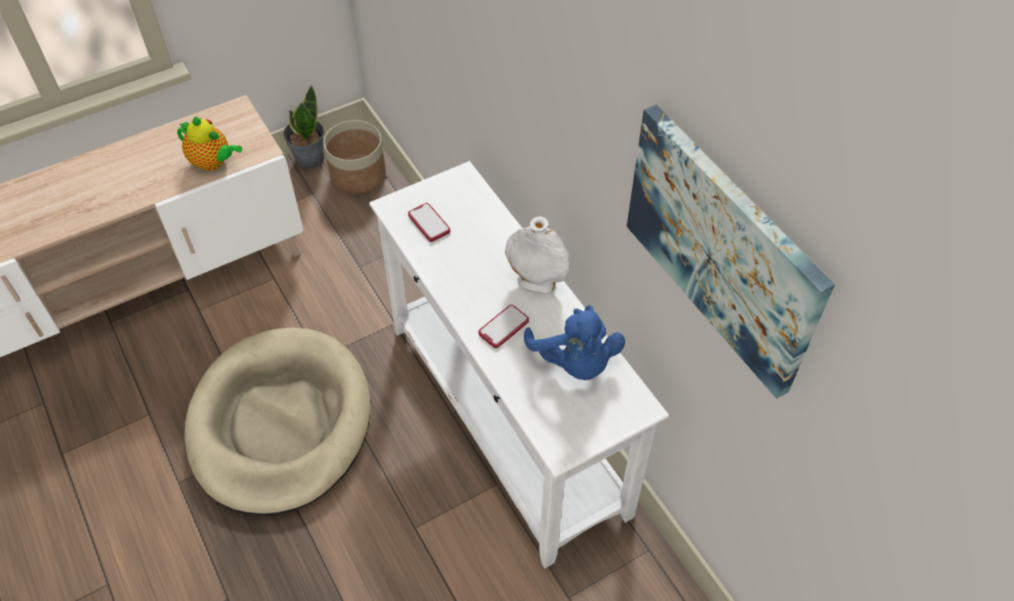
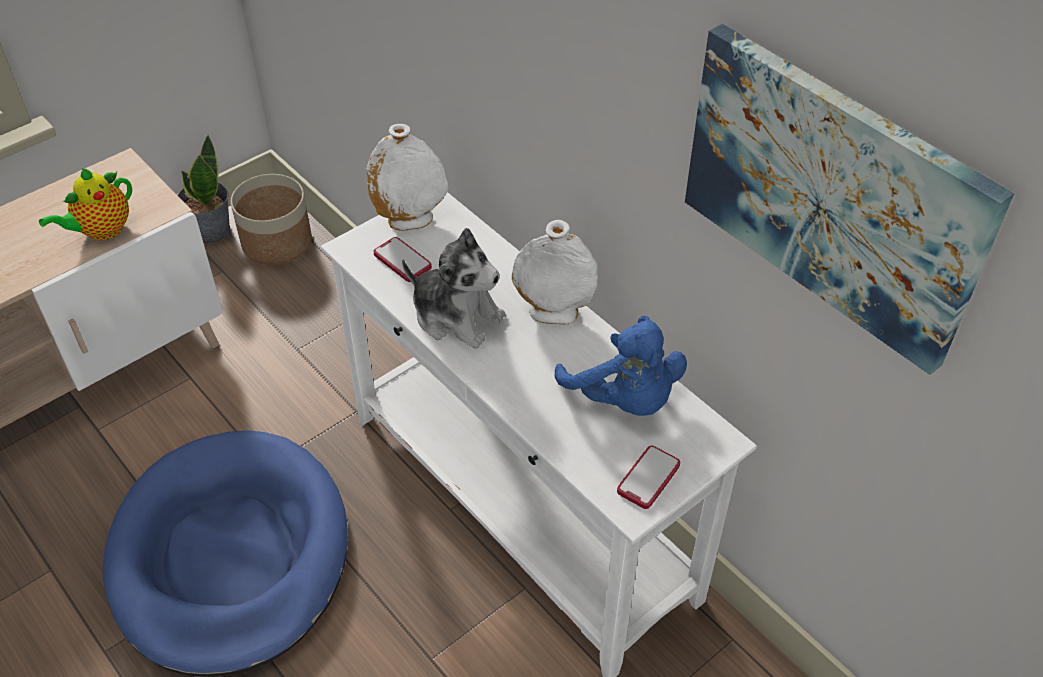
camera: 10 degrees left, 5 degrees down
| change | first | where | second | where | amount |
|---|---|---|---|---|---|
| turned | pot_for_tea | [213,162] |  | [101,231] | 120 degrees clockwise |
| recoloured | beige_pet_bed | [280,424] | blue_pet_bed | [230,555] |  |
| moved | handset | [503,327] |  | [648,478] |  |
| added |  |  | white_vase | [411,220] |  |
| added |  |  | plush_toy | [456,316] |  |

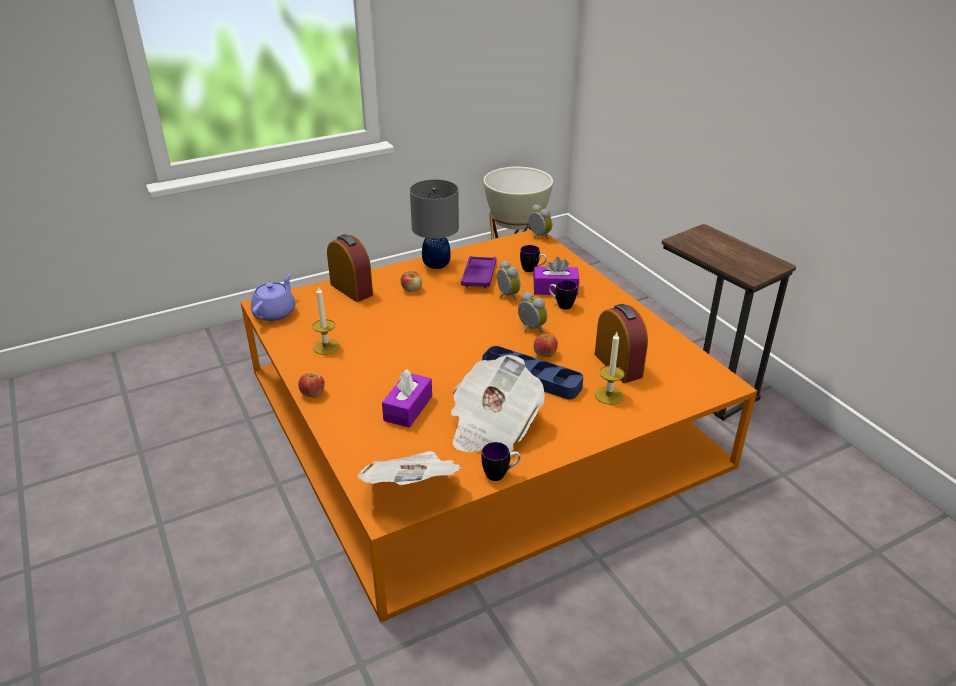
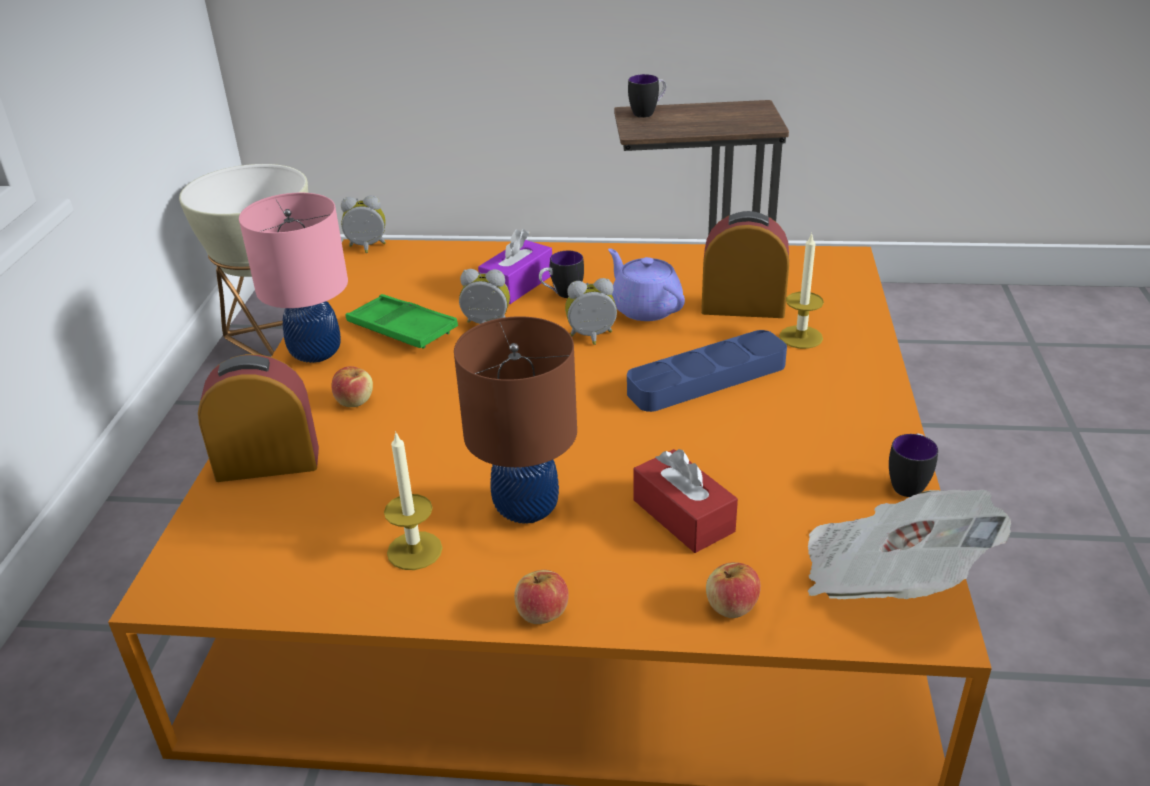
camera: 55 degrees left, 0 degrees up
| change | first | where | second | where | amount |
|---|---|---|---|---|---|
| moved | purple-coloured_pot_for_tea | [275,312] |  | [645,308] |  |
| recoloured | purple-coloured_tissue_holder | [408,408] | reddish_tissue_holder | [683,516] |  |
| recoloured | gray_table_lamp | [437,264] | pink-coloured_table_lamp | [317,353] |  |
| removed | daily_paper | [492,426] |  |  |  |
| recoloured | purple-coloured_carrying_tray | [479,276] | green_carrying_tray | [402,329] |  |
| moved | tea_mug | [532,270] |  | [648,113] |  |
| moved | apple_fruit | [544,353] |  | [731,606] |  |
| added |  |  | brown-coloured_table_lamp | [528,507] |  |

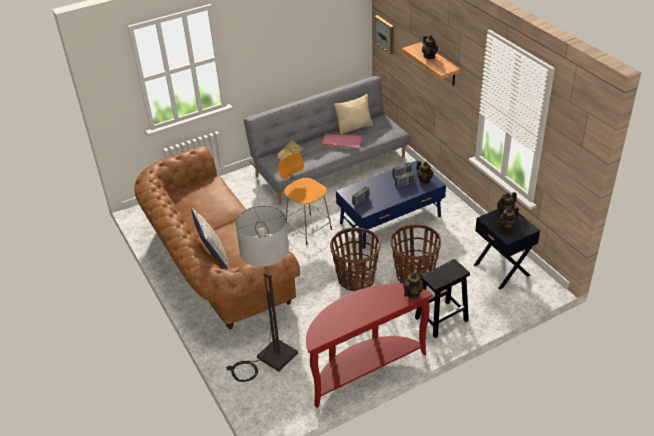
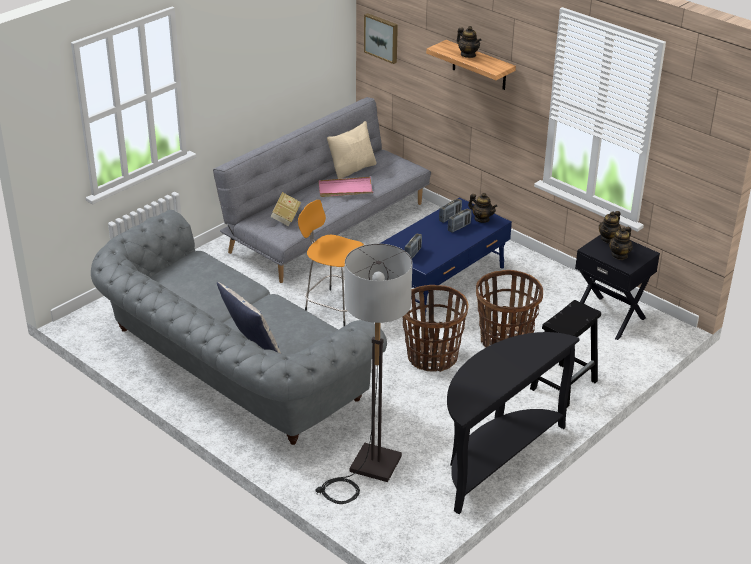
camera: 20 degrees left, 5 degrees down
| change | first | where | second | where | amount |
|---|---|---|---|---|---|
| recoloured | brown-coloured_sofa | [214,263] | gray_sofa | [227,369] |  |
| recoloured | reddish_narrow_table | [363,369] | blackish_narrow_table | [495,458] |  |
| removed | pot_for_tea | [412,293] |  |  |  |

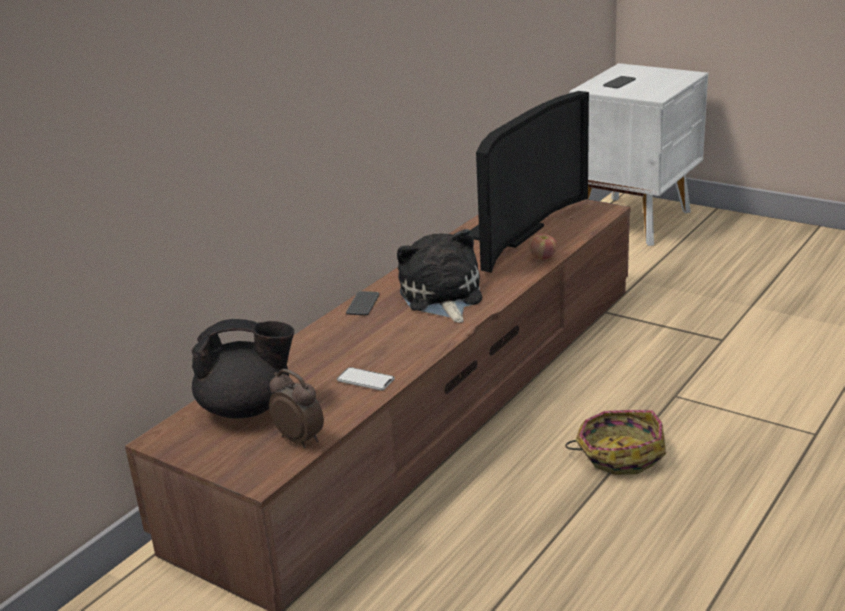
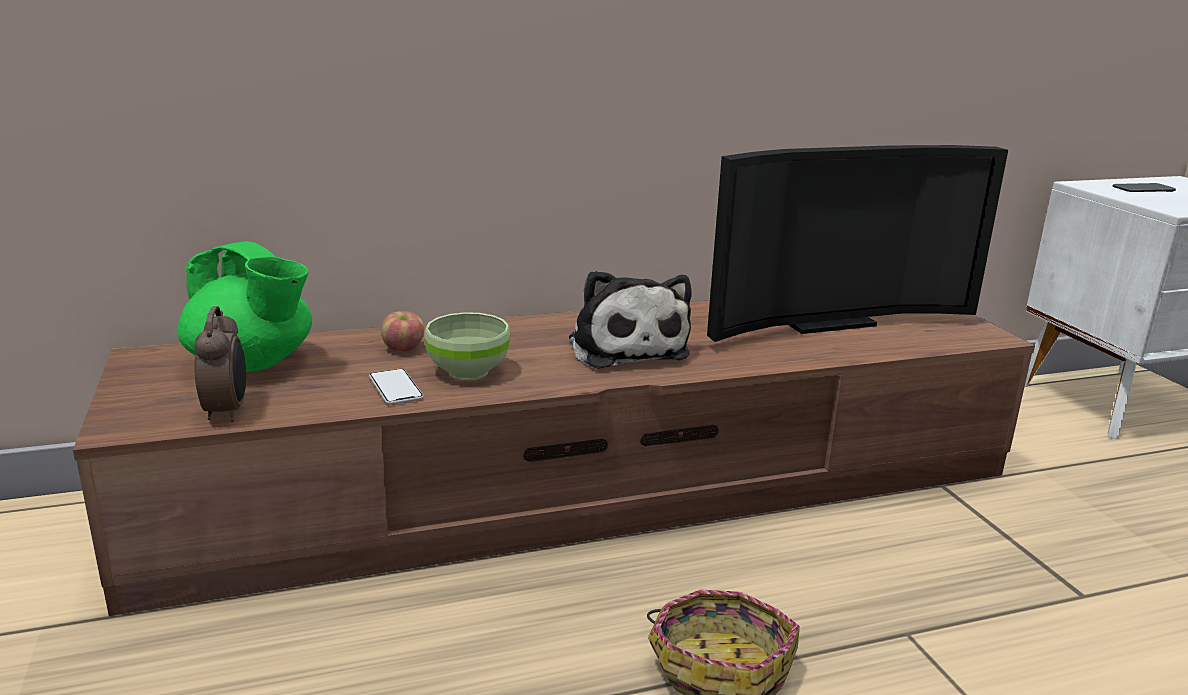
camera: 35 degrees right, 5 degrees down
| change | first | where | second | where | amount |
|---|---|---|---|---|---|
| recoloured | blackish_pot_for_tea | [247,408] | green_pot_for_tea | [252,364] |  |
| removed | handset | [363,304] |  |  |  |
| turned | plush_toy | [441,297] |  | [626,347] | 135 degrees clockwise |
| moved | apple_fruit | [543,257] |  | [403,349] |  |
| added |  |  | green_serving_bowl | [470,371] |  |

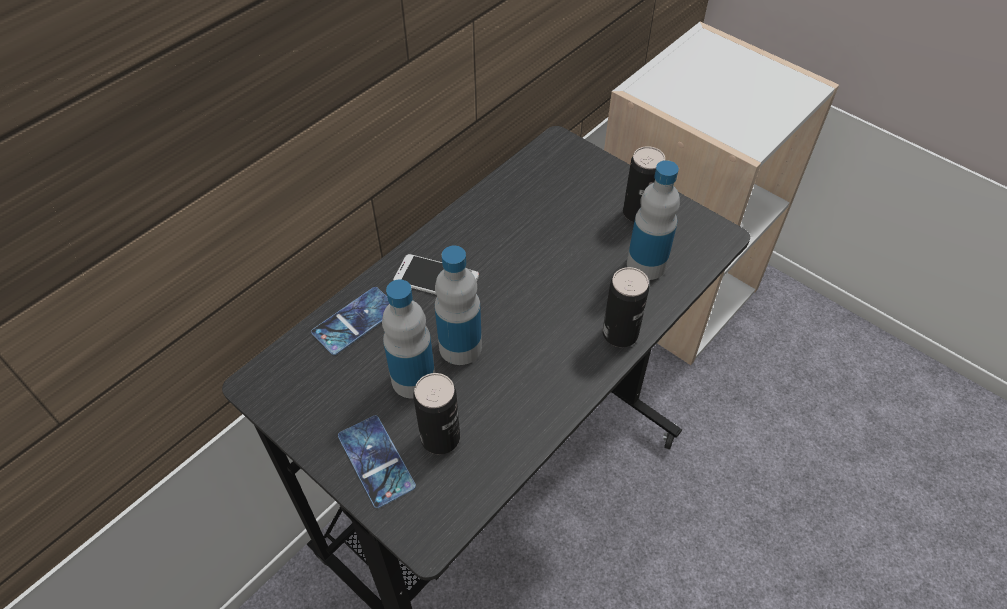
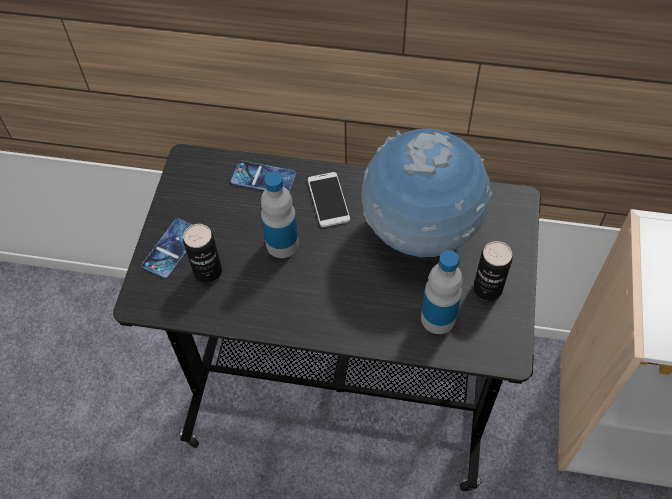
camera: 60 degrees right, 5 degrees up
| change | first | where | second | where | amount |
|---|---|---|---|---|---|
| removed | beverage_bottle | [413,379] |  |  |  |
| removed | can | [620,333] |  |  |  |
| added |  |  | world_globe | [420,233] |  |

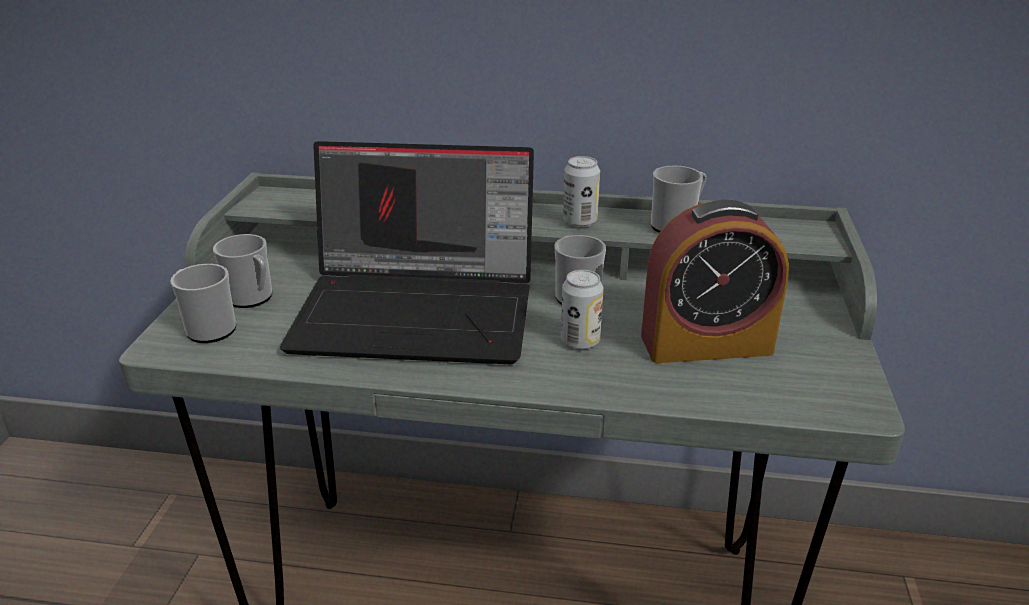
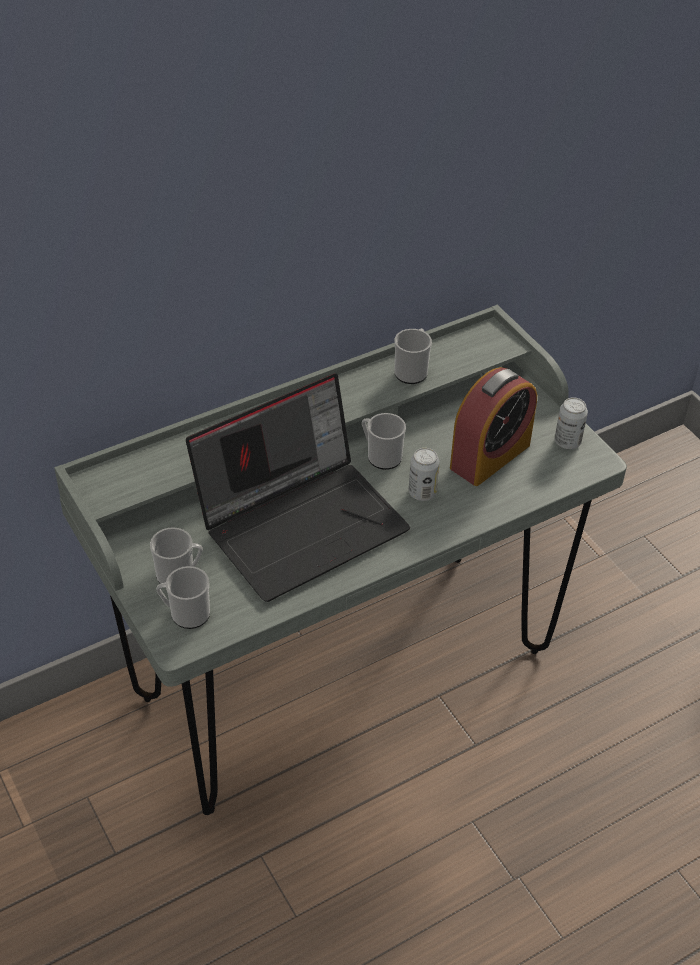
camera: 40 degrees left, 15 degrees up
| change | first | where | second | where | amount |
|---|---|---|---|---|---|
| moved | can | [580,221] |  | [567,442] |  |

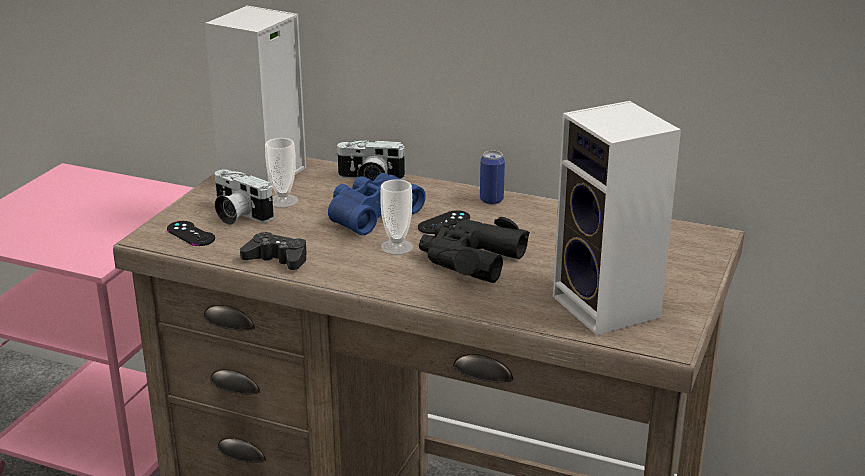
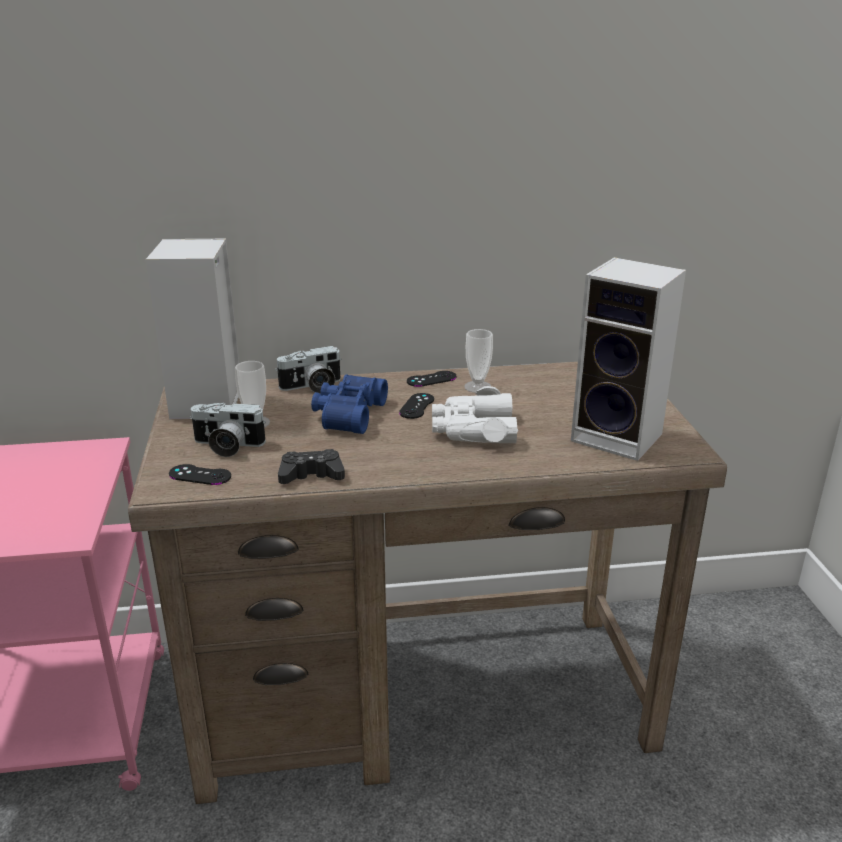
camera: 30 degrees left, 0 degrees up
| change | first | where | second | where | amount |
|---|---|---|---|---|---|
| moved | cup | [397,247] |  | [477,387] |  |
| recoloured | blackish_field_glasses | [470,259] | white_field_glasses | [473,429] |  |
| replaced | can | [491,200] | blackish_gamepad | [431,379] |  |

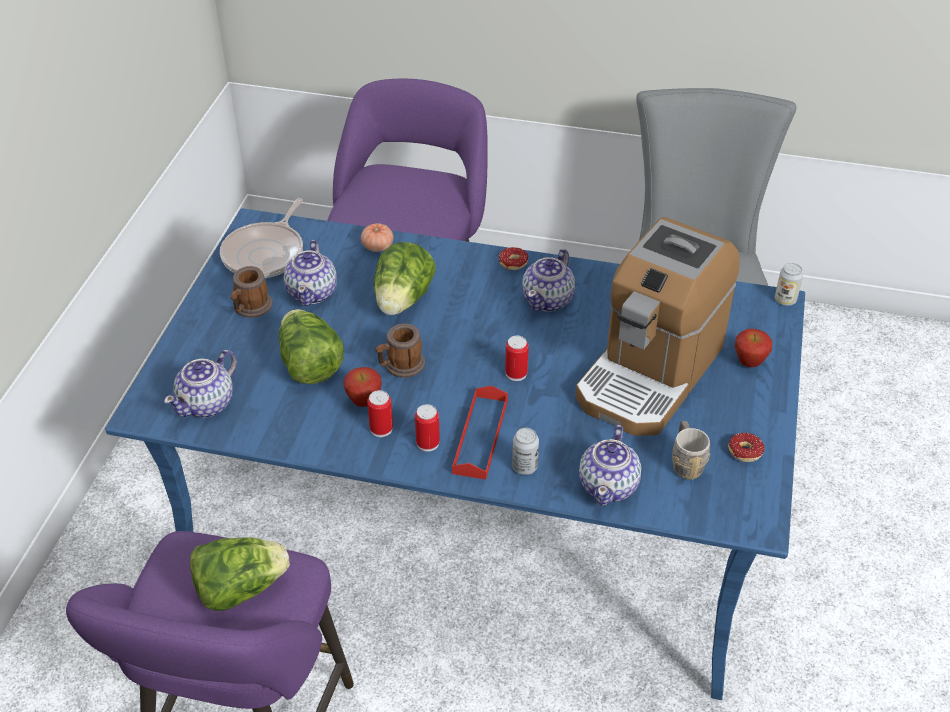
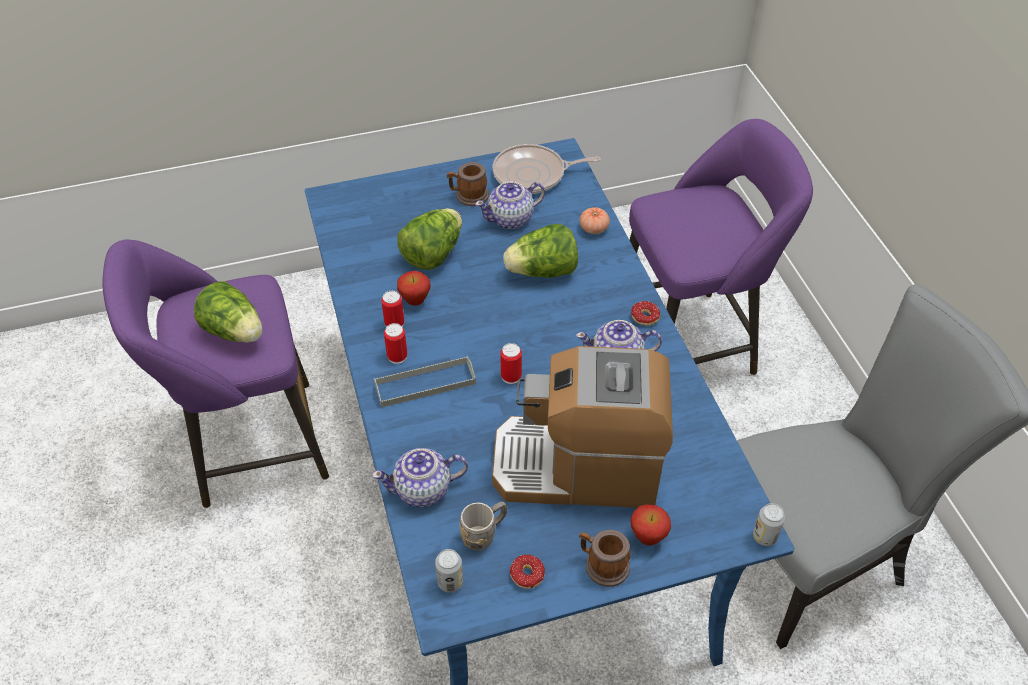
camera: 60 degrees right, 5 degrees up
| change | first | where | second | where | amount |
|---|---|---|---|---|---|
| removed | pot_for_tea | [207,403] |  |  |  |
| moved | tea_mug | [400,366] |  | [602,565] |  |
| recoloured | reddish_carrying_tray | [480,436] | gray_carrying_tray | [425,384] |  |
| moved | can | [524,467] |  | [450,582] |  |

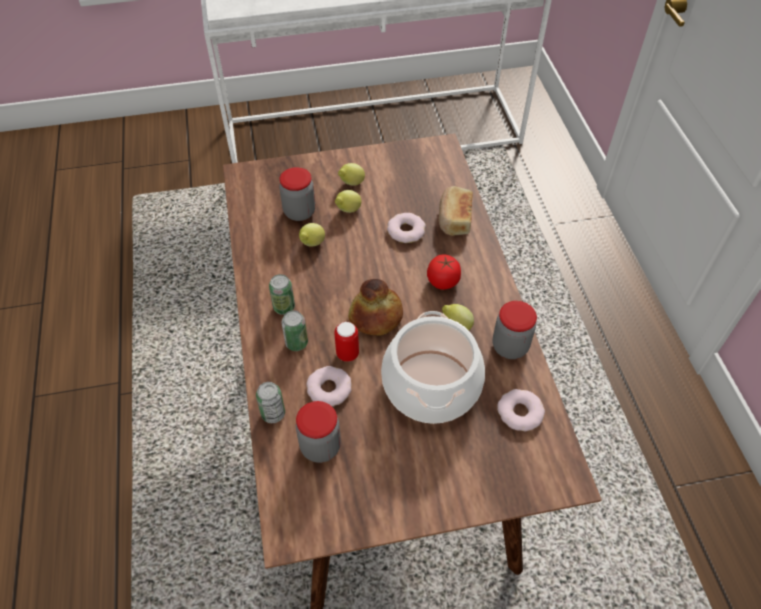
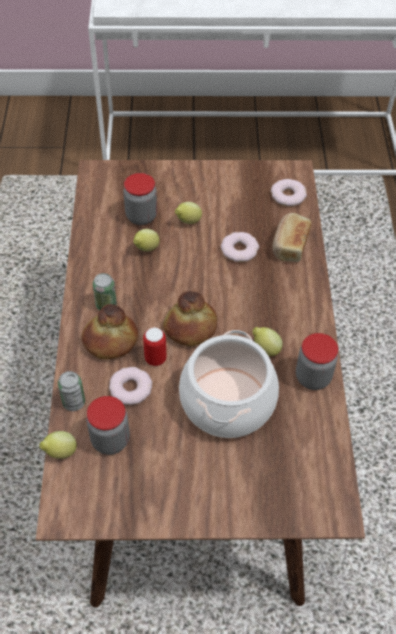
camera: 10 degrees right, 0 degrees up
| change | first | where | second | where | amount |
|---|---|---|---|---|---|
| replaced | can | [296,343] | bakery_bread | [110,340] |  |
| moved | lemon | [351,184] |  | [60,452] |  |
| removed | fresh_tomato | [443,281] |  |  |  |
| moved | ring_doughnut | [519,413] |  | [288,196] |  |

